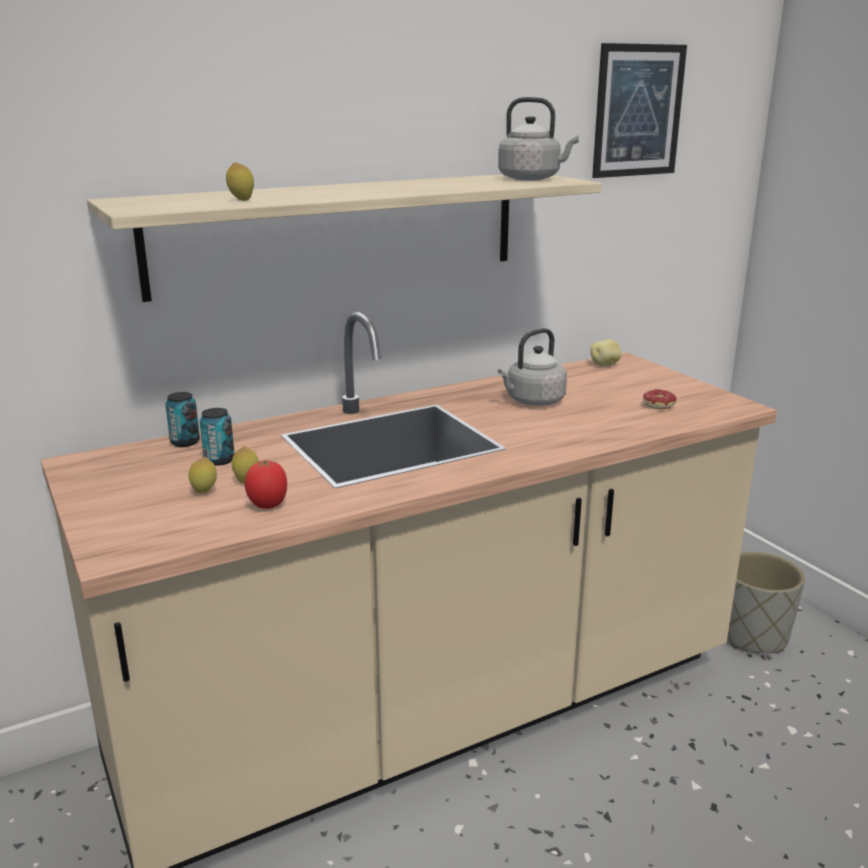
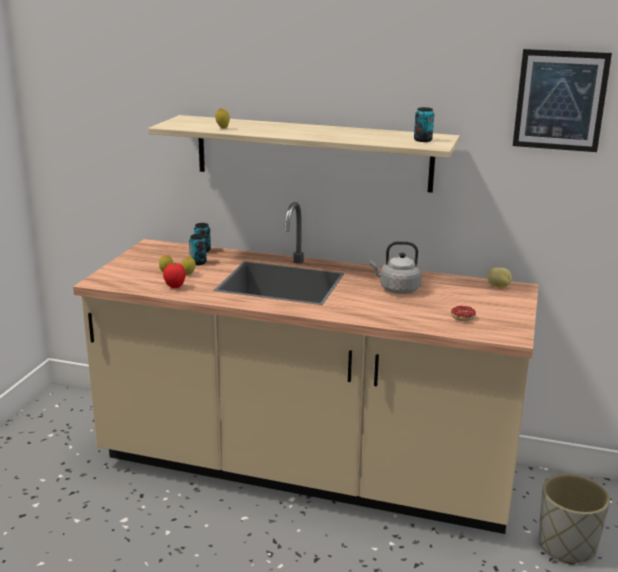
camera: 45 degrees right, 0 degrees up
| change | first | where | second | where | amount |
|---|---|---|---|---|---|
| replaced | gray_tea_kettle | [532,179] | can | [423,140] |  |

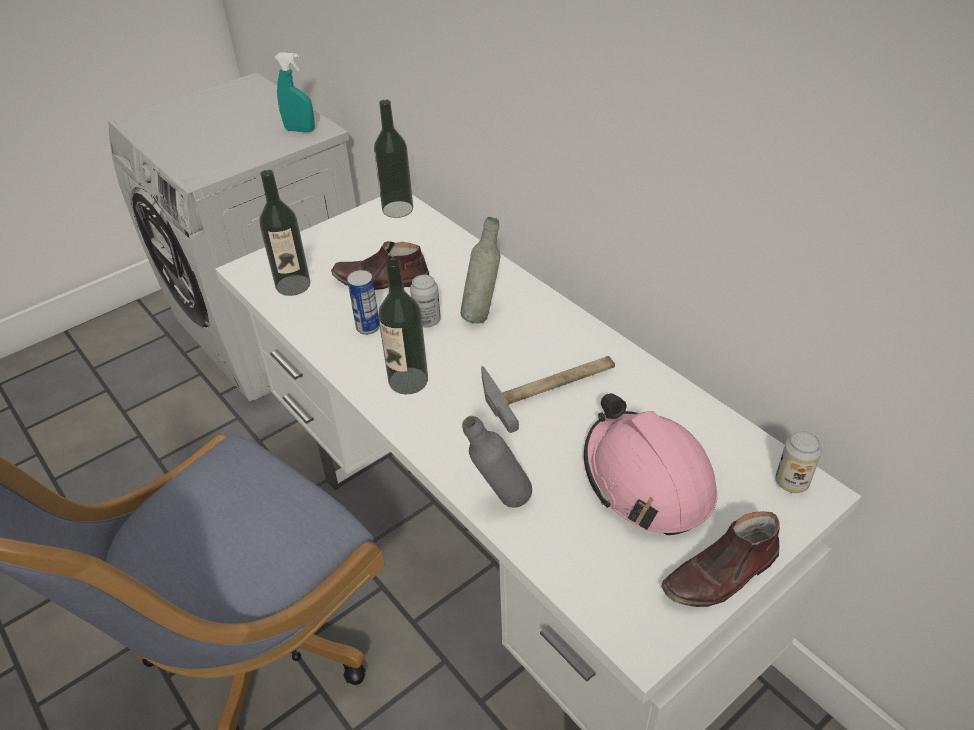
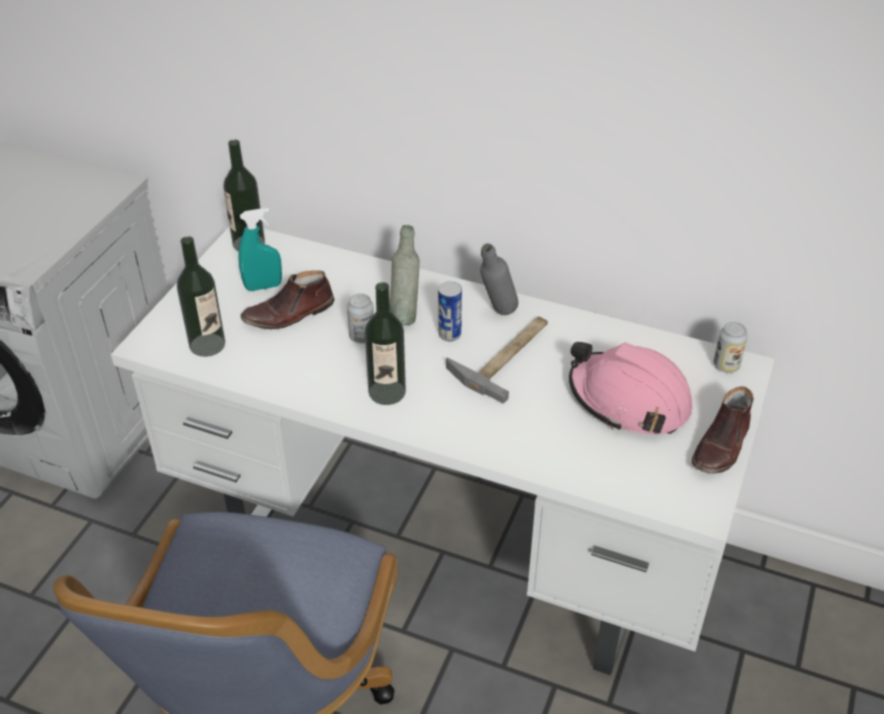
camera: 30 degrees left, 0 degrees up
| change | first | where | second | where | amount |
|---|---|---|---|---|---|
| moved | turquoise-coloured_hand_sprayer | [300,130] |  | [263,286] |  |
| moved | can | [368,327] |  | [449,334] |  |
| moved | gray_beverage_bottle | [500,502] |  | [497,315] |  |

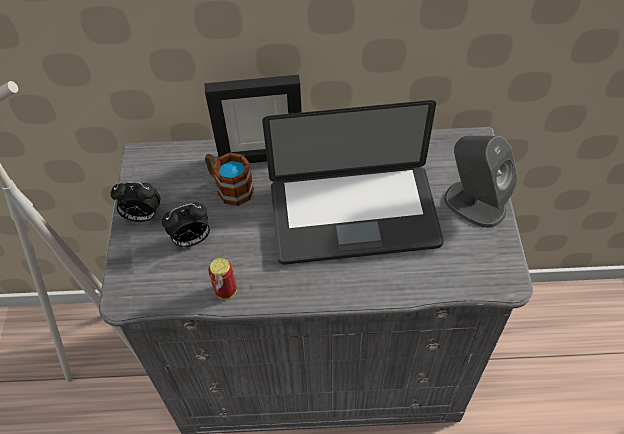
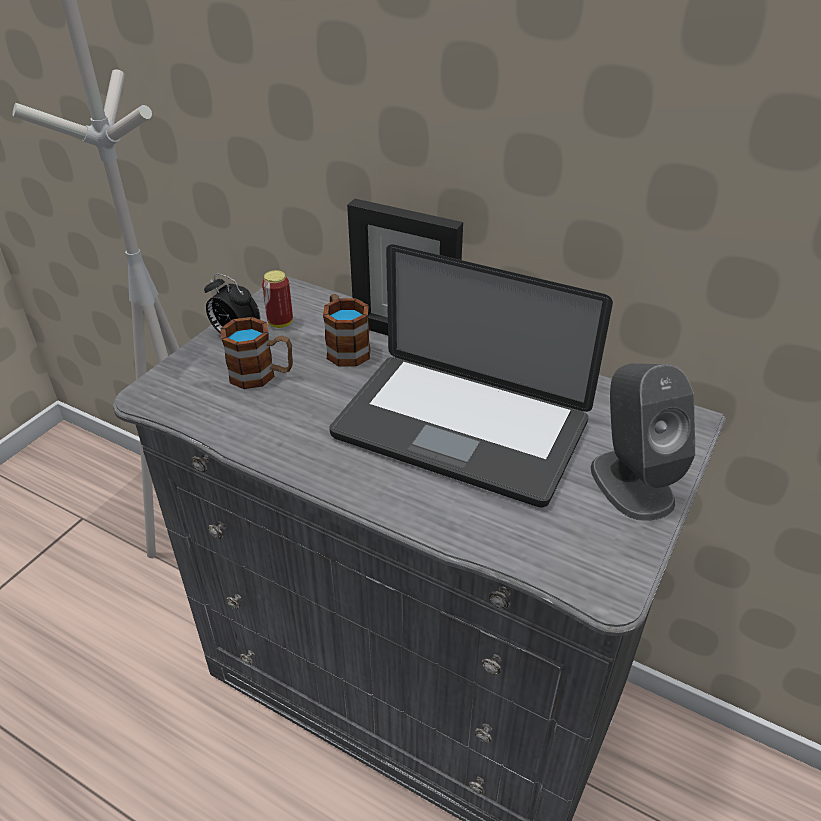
camera: 30 degrees right, 15 degrees down
| change | first | where | second | where | amount |
|---|---|---|---|---|---|
| replaced | table_clock | [191,240] | tea_mug | [261,375] |  |
| moved | can | [226,291] |  | [280,323] |  |

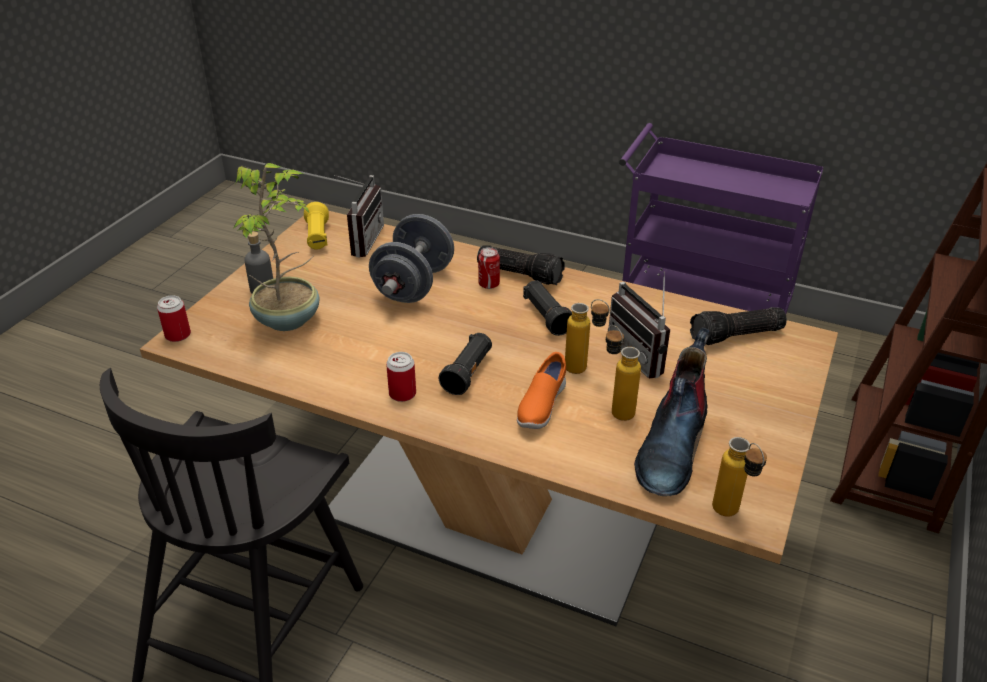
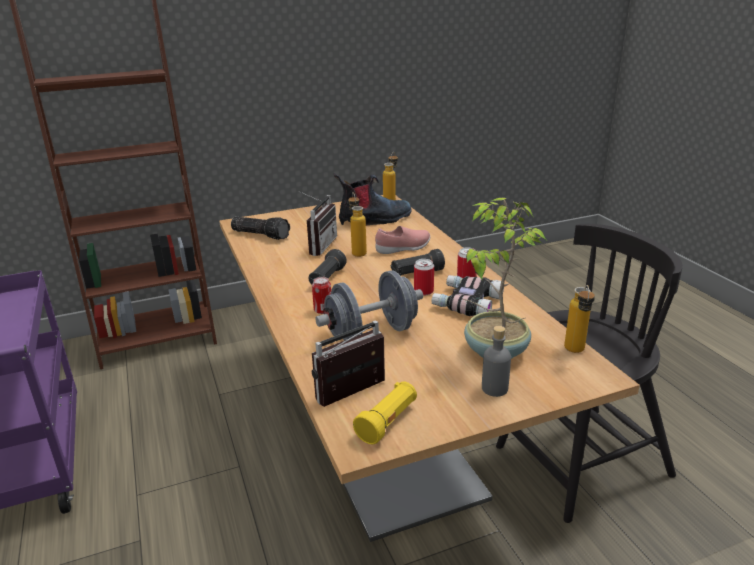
camera: 135 degrees left, 10 degrees down
| change | first | where | second | where | amount |
|---|---|---|---|---|---|
| moved | can | [178,335] |  | [423,291] |  |
| removed | hand_torch | [521,273] |  |  |  |
| recoloured | orange-coloured_low_shoe | [541,406] | pink-coloured_low_shoe | [403,248] |  |
| moved | beverage_bottle | [616,408] |  | [575,353] |  |
| added |  |  | field_glasses | [466,302] |  |

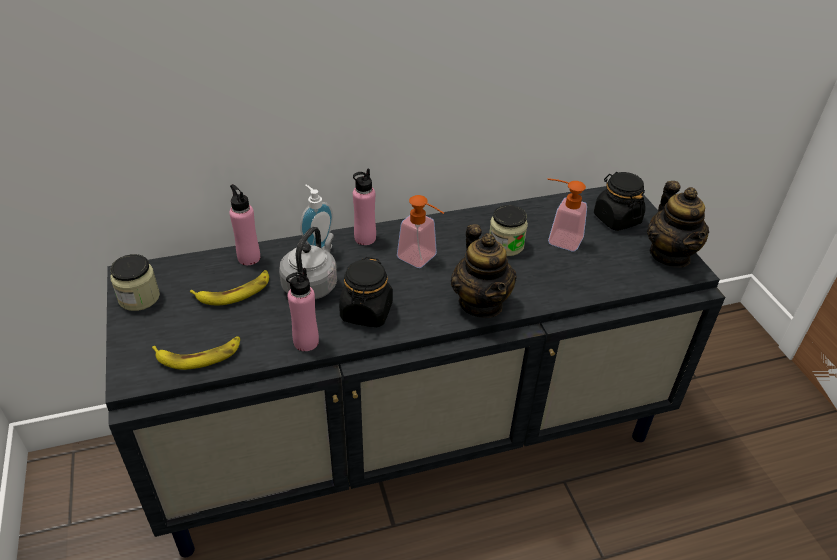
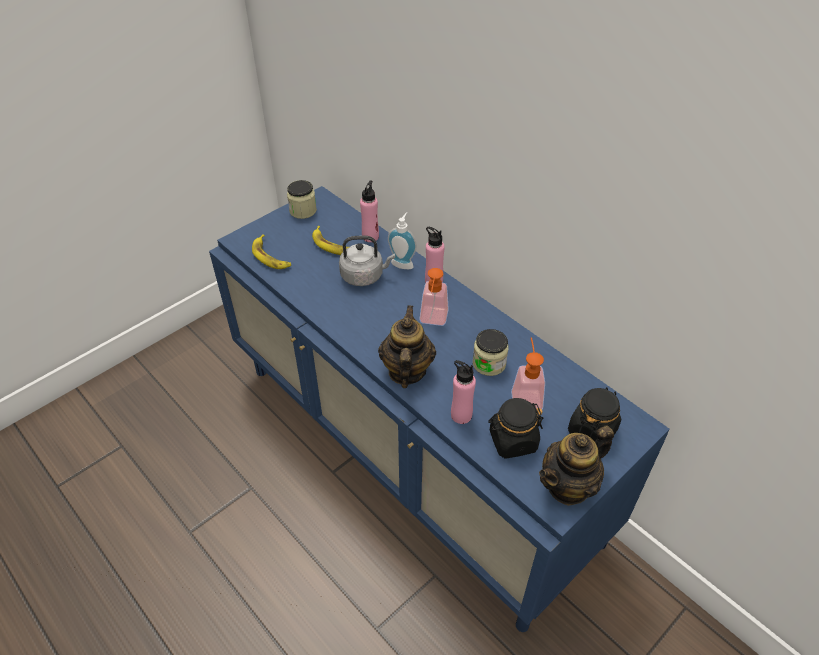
camera: 65 degrees right, 5 degrees up
| change | first | where | second | where | amount |
|---|---|---|---|---|---|
| recoloured | blackish_cupboard | [413,441] | blue_cupboard | [410,453] |  |
| moved | pink-coloured_beverage_bottle | [306,342] |  | [461,415] |  |
| moved | blackish_storage_jar | [366,312] |  | [512,441] |  |
| turned | pot_for_tea | [481,303] |  | [406,371] | 135 degrees clockwise |

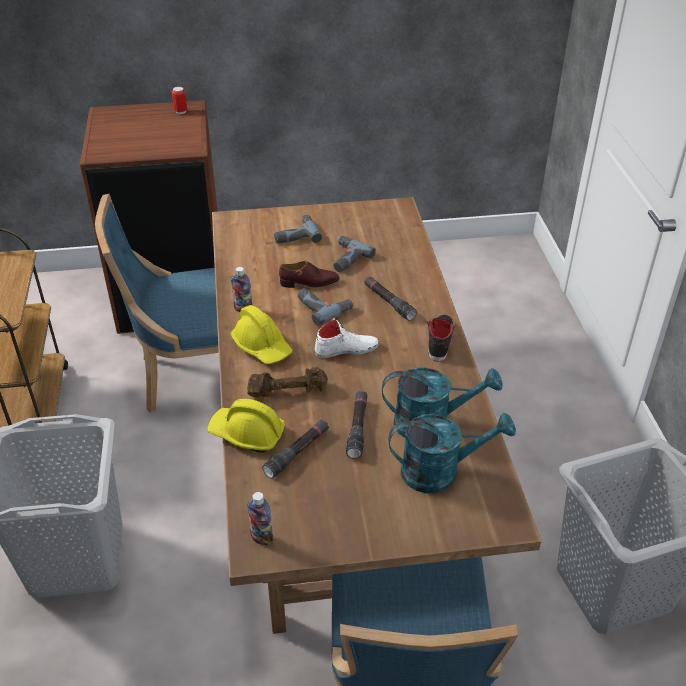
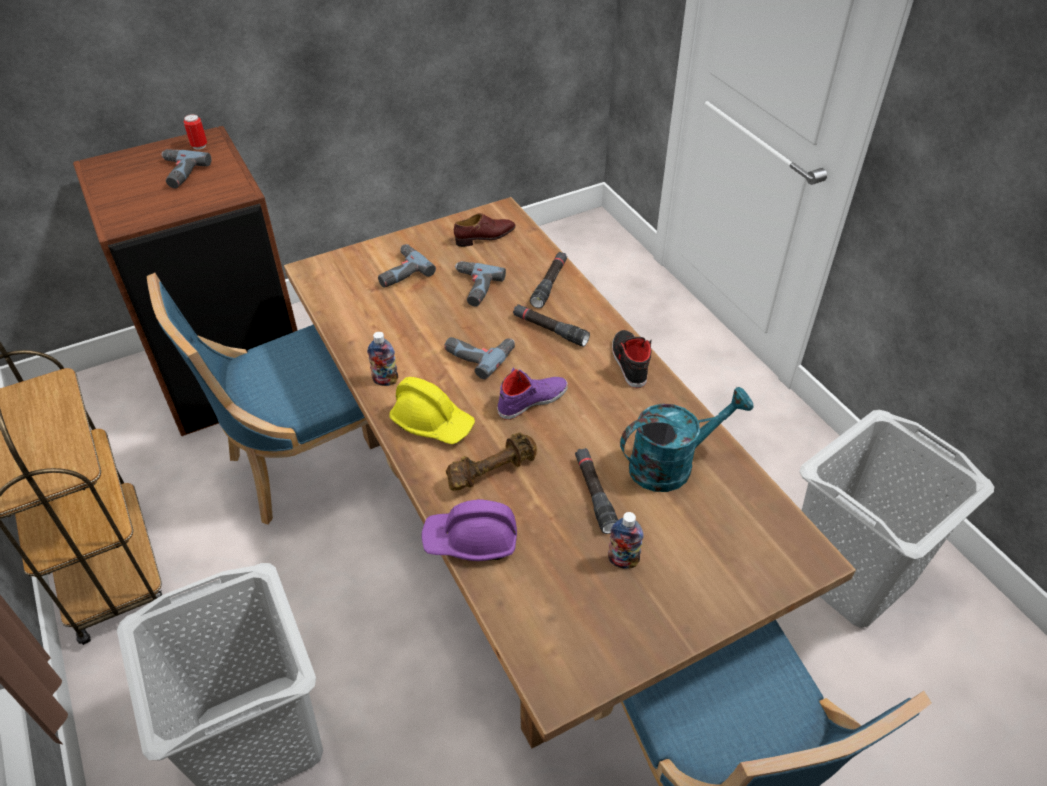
camera: 20 degrees left, 5 degrees up
| change | first | where | second | where | amount |
|---|---|---|---|---|---|
| recoloured | yellow_safety_helmet | [247,434] | purple-coloured_safety_helmet | [471,540] |  |
| moved | beverage_bottle | [261,537] |  | [623,561] |  |
| moved | blackish_hand_torch | [297,452] |  | [549,284] |  |
| moved | brown-coloured_low_shoe | [309,283] |  | [485,237] |  |
| recoloured | white_low_shoe | [346,349] | purple-coloured_low_shoe | [532,400] |  |
| removed | turquoise-coloured_sprinkling_can | [440,471] |  |  |  |
| added |  |  | electric_drill | [177,173] |  |

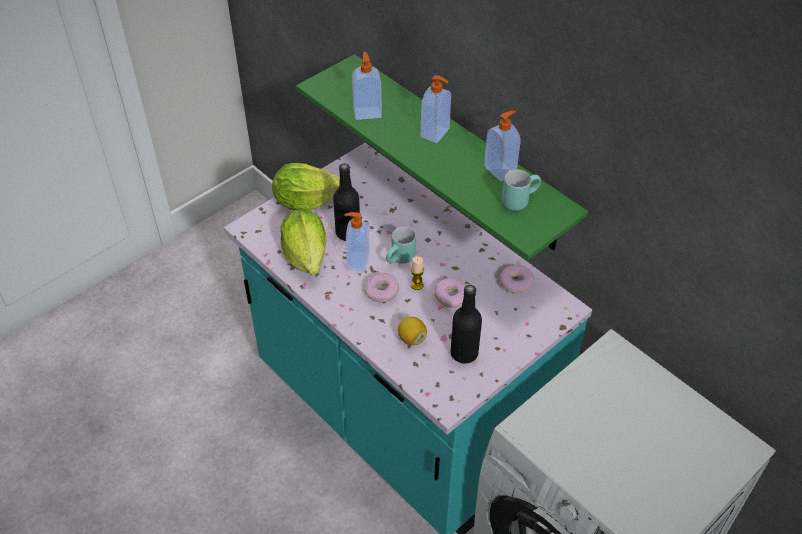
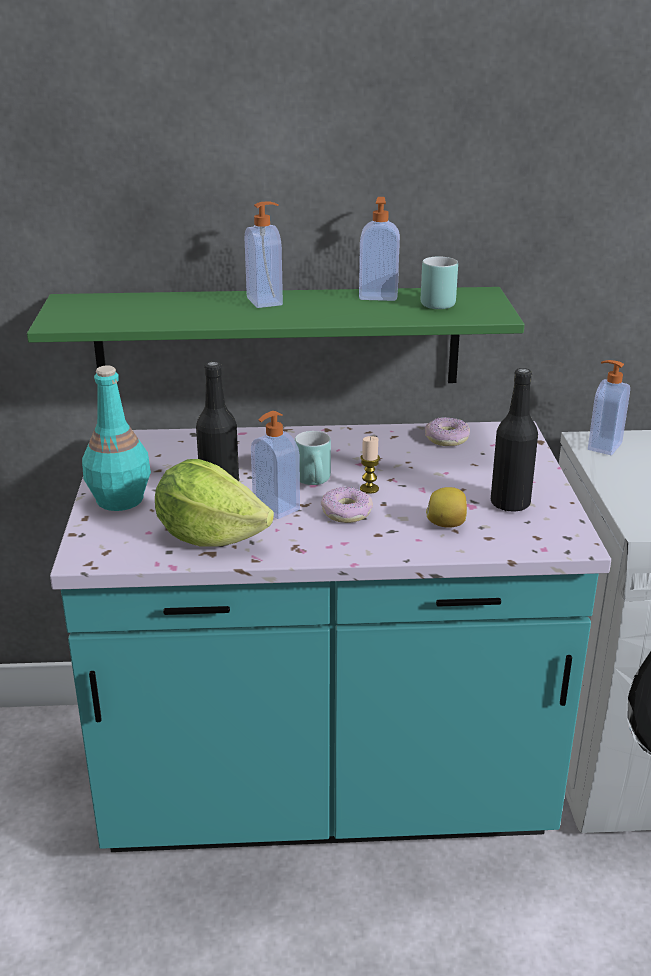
camera: 50 degrees left, 20 degrees down
| change | first | where | second | where | amount |
|---|---|---|---|---|---|
| replaced | lettuce_head | [305,201] | turquoise-coloured_beverage_bottle | [119,500] |  |
| moved | soap_bottle | [367,112] |  | [603,446] |  |
| removed | ring_doughnut | [451,296] |  |  |  |

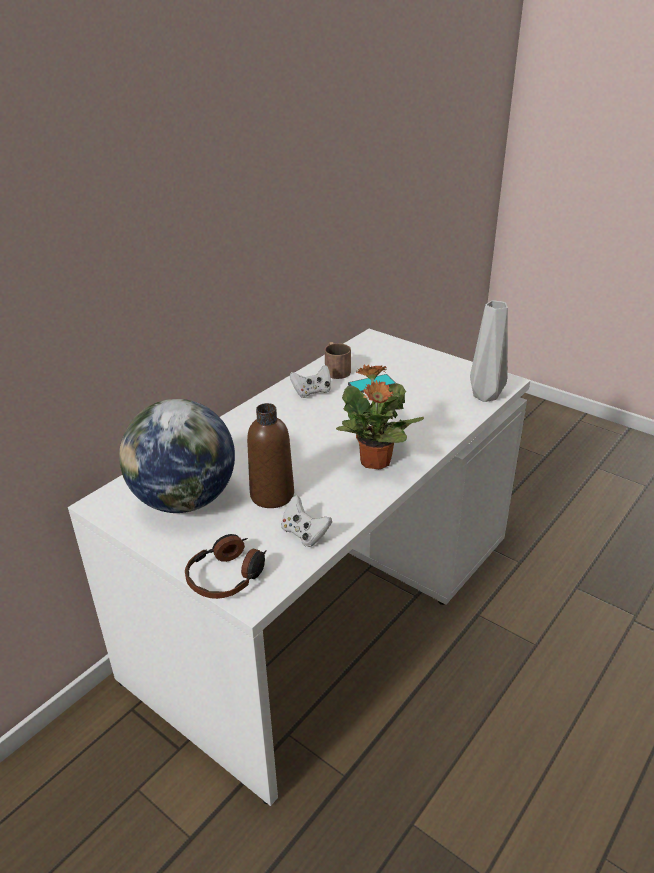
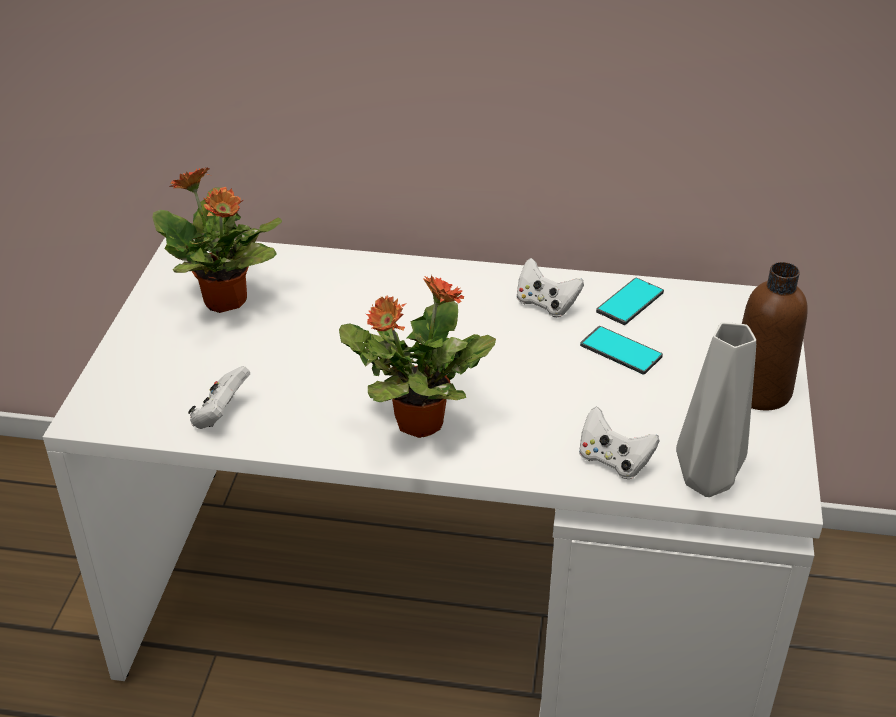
camera: 60 degrees right, 5 degrees up
| change | first | where | second | where | amount |
|---|---|---|---|---|---|
| replaced | world_globe | [184,501] | houseplant | [226,302] |  |
| removed | pair_of_headphones | [228,575] |  |  |  |
| moved | brown-coloured_beverage_bottle | [272,495] |  | [759,391] |  |
| replaced | brown-coloured_tea_mug | [335,369] | handset | [630,302] |  |
| added |  |  | white_gamepad | [613,461] |  |

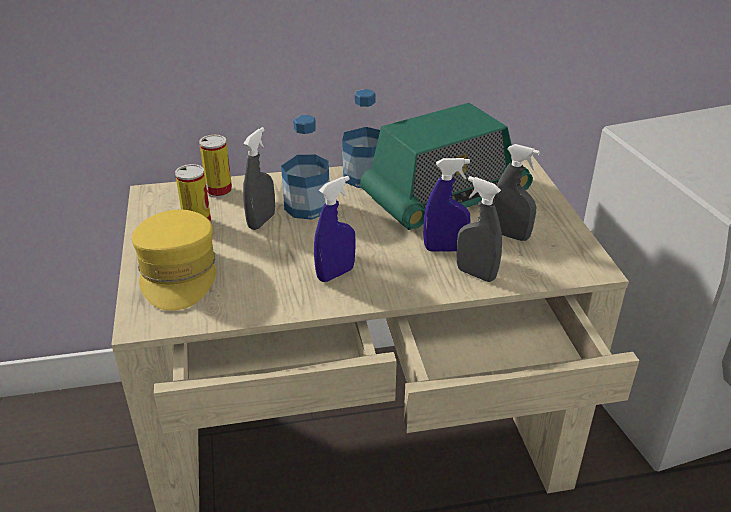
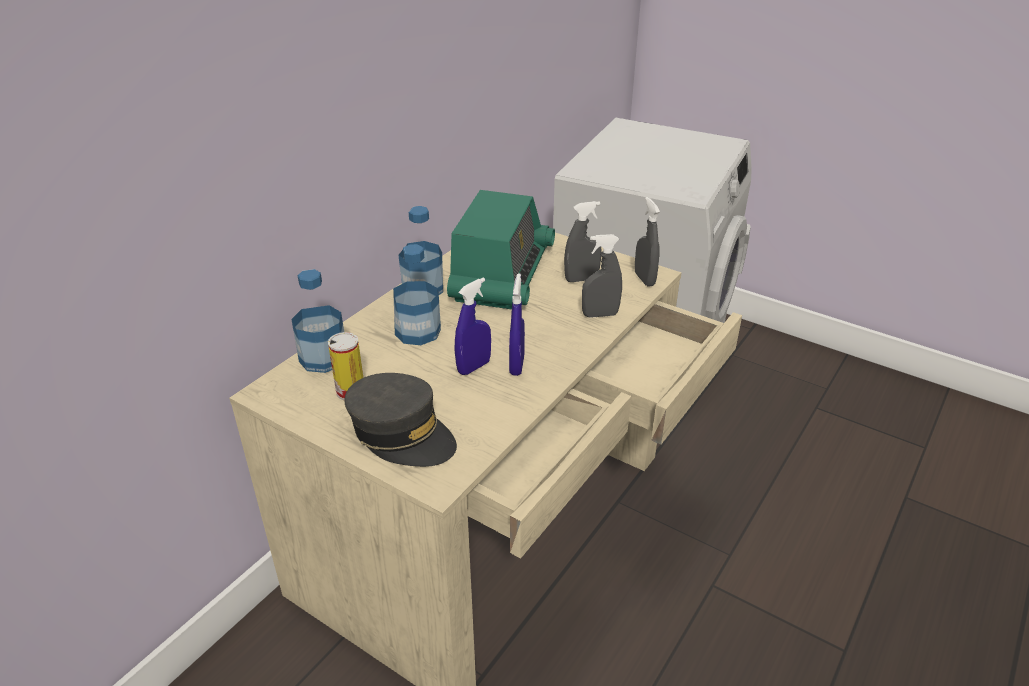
camera: 45 degrees left, 0 degrees up
| change | first | where | second | where | amount |
|---|---|---|---|---|---|
| recoloured | yellow_peaked_cap | [178,272] | gray_peaked_cap | [402,433] |  |
| replaced | can | [219,191] | beverage_bottle | [323,358] |  |
| moved | gray_hand_sprayer | [261,221] |  | [644,279] |  |
| moved | blue_hand_sprayer | [444,249] |  | [474,367] |  |

